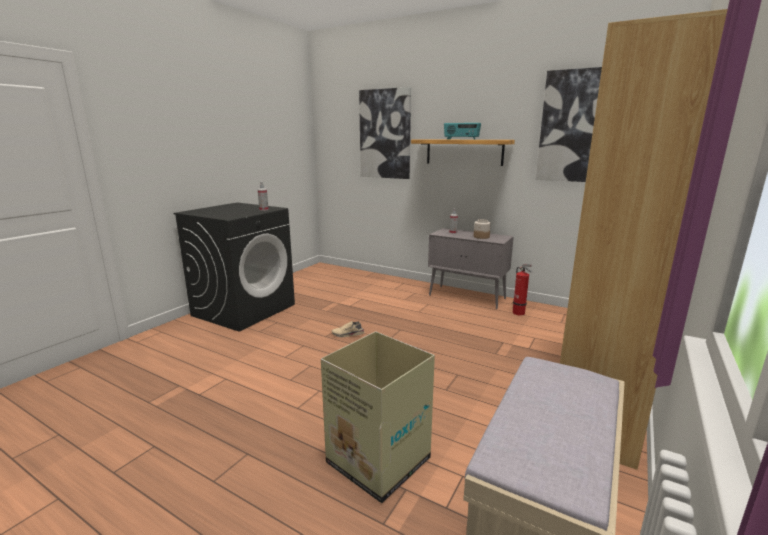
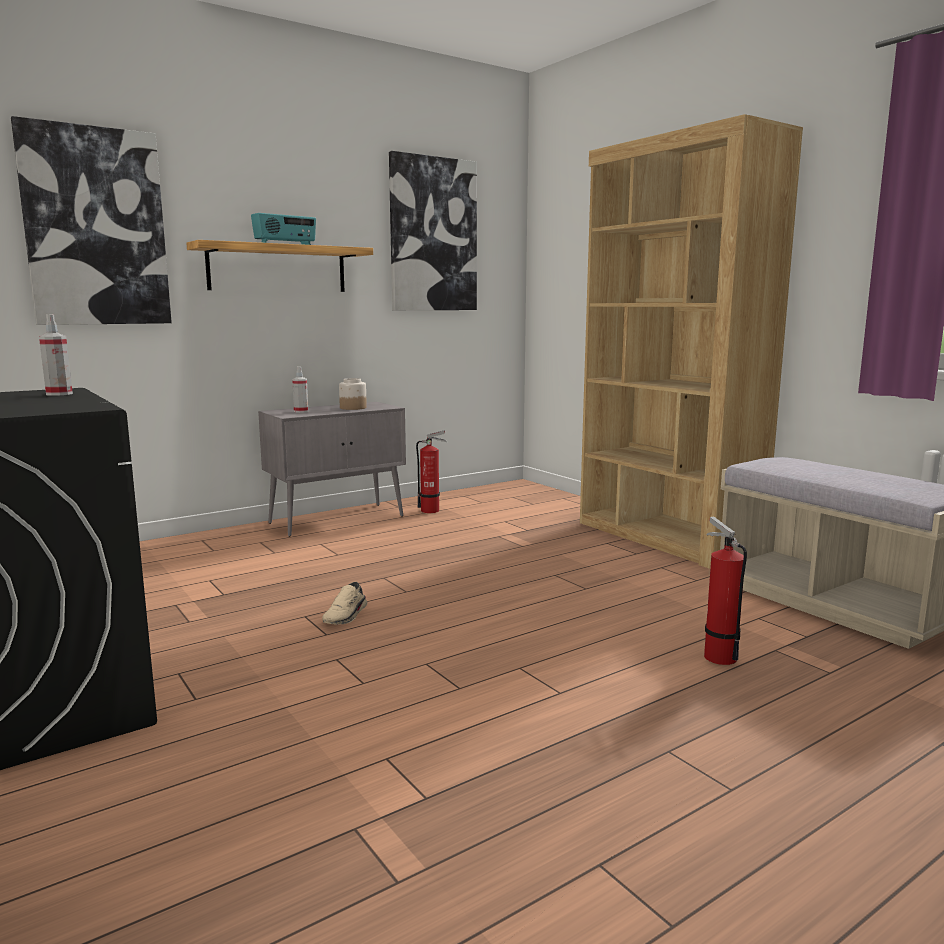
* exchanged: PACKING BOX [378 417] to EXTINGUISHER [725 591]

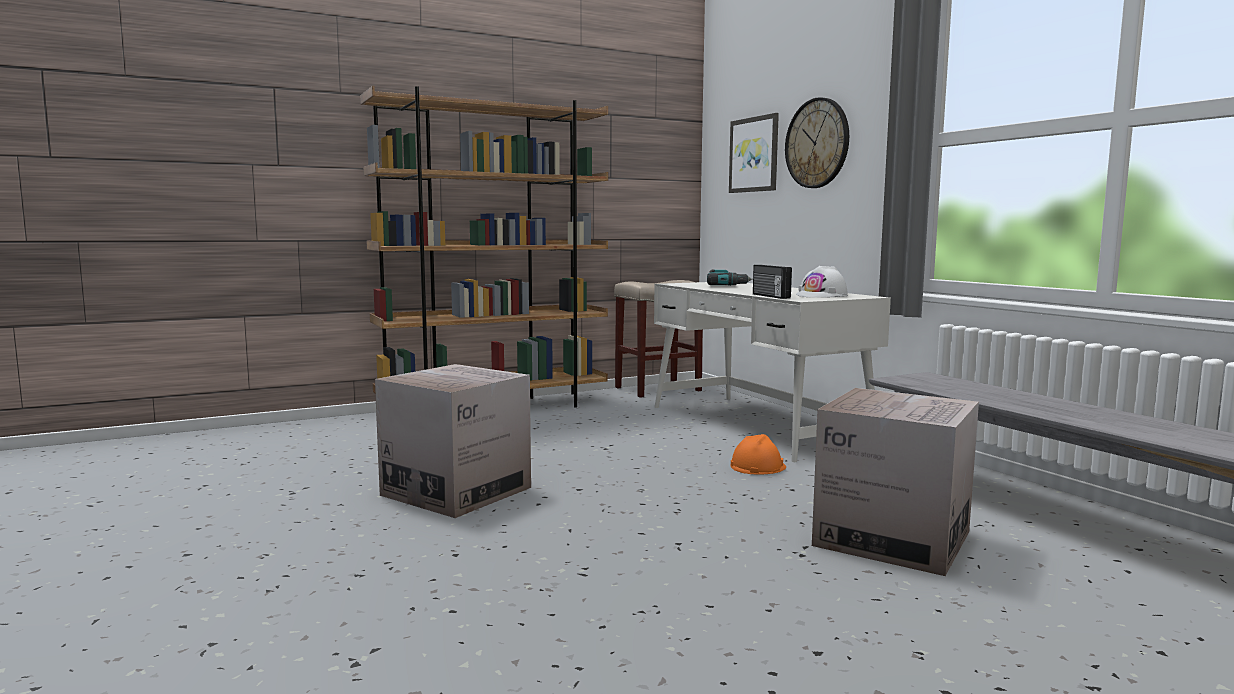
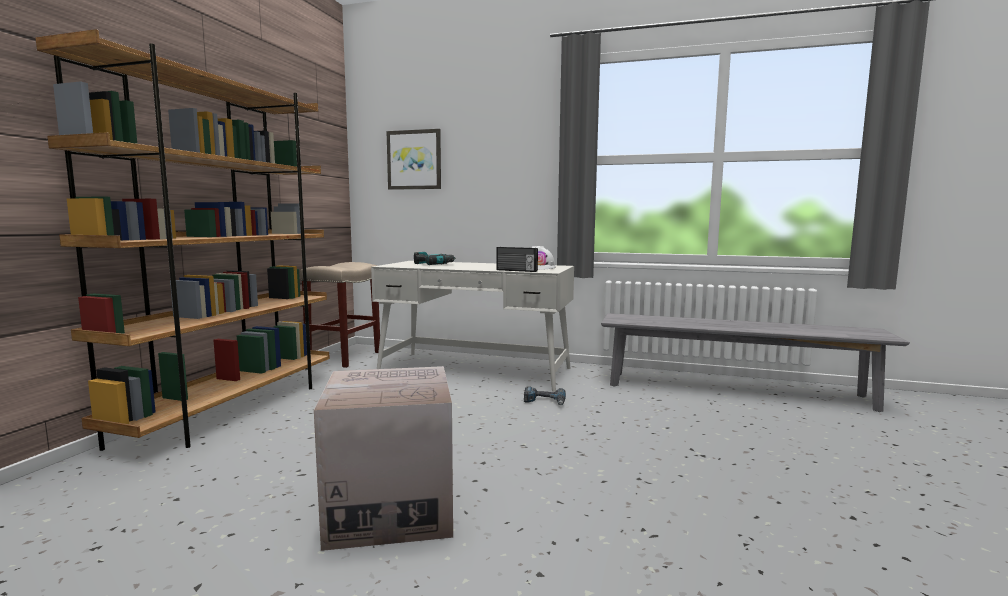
* missing: CLOCK ON THE WALL [817 142]
* missing: PACKING BOX [895 482]
* exchanged: ORANGEY HARD HAT [758 454] to ELECTRIC DRILL [545 395]

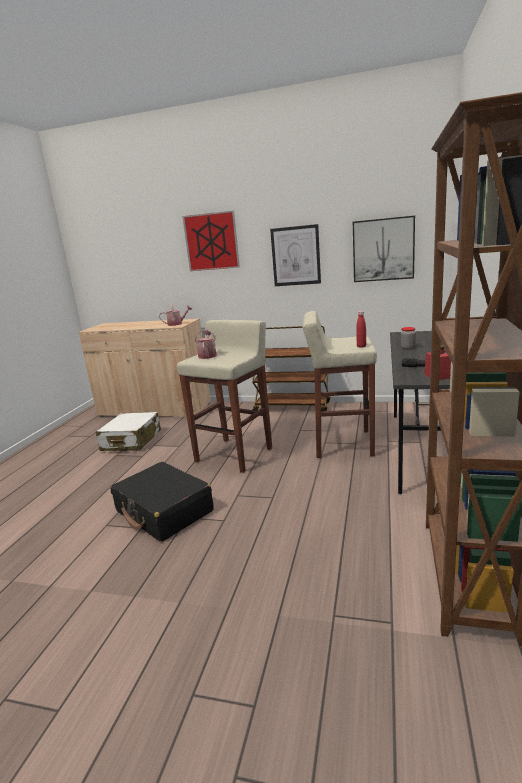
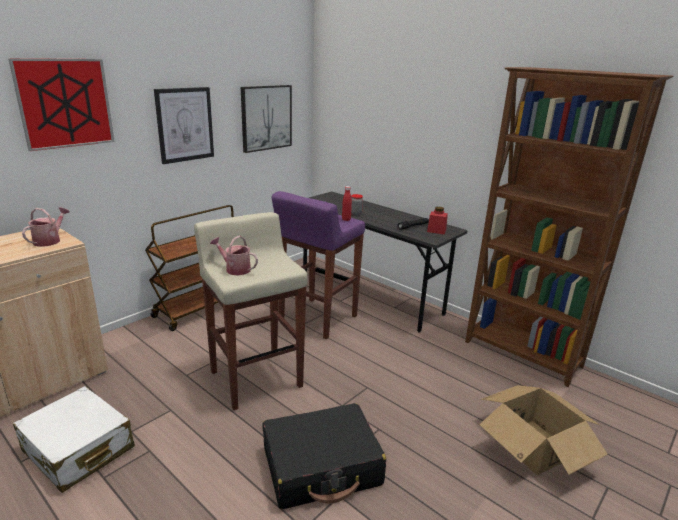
* colour: SAND-COLOURED SITTING STOOL [340 384] to PURPLE-COLOURED SITTING STOOL [318 265]
* appeared: PACKING BOX [543 430]

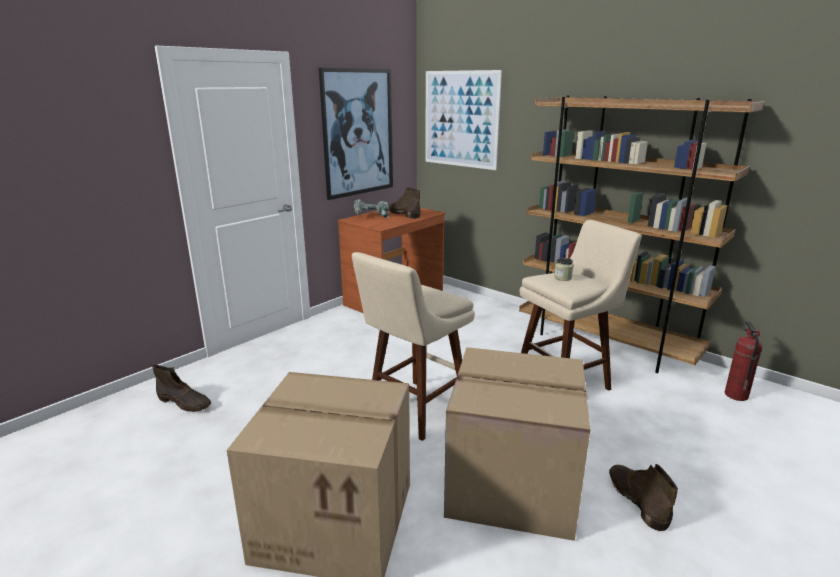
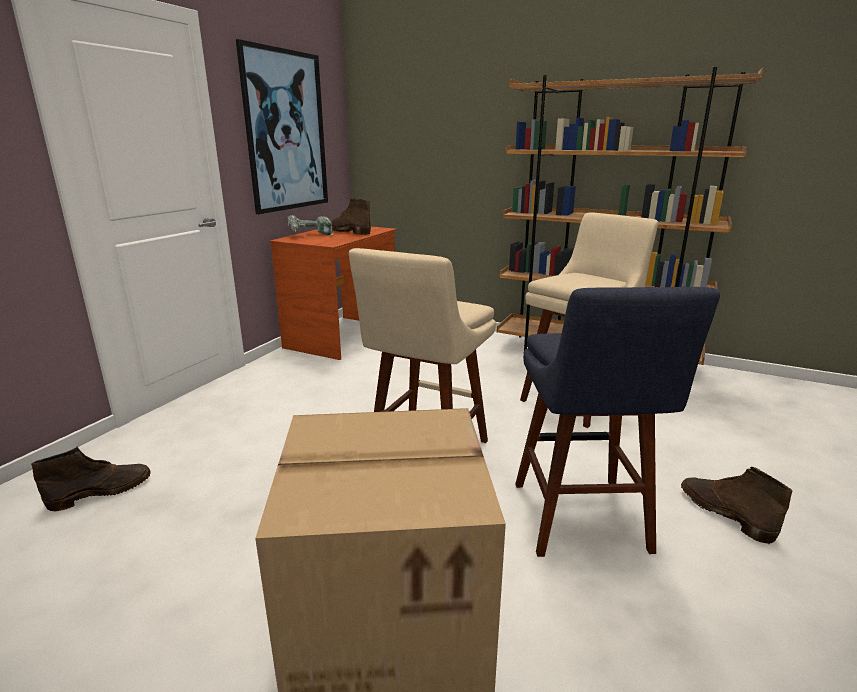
* missing: WALL PICTURE [463 120]
* missing: JAR [563 269]
* missing: EXTINGUISHER [743 361]
* exchanged: PACKING BOX [517 444] to BLUE SITTING STOOL [617 422]
* spun: BROWN-COLOURED BOOT [181 388] = [91 479] 45 degrees counterclockwise

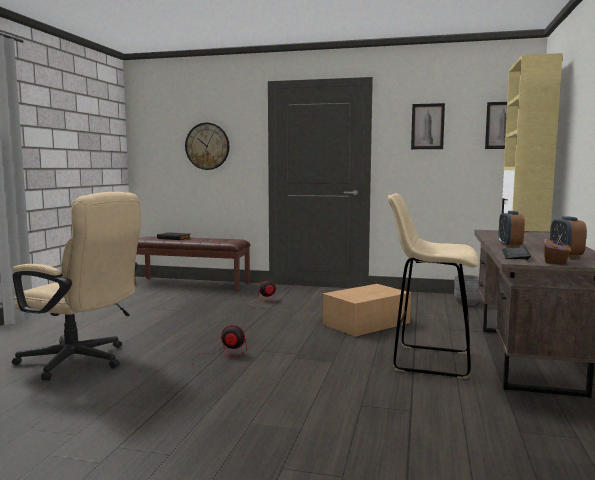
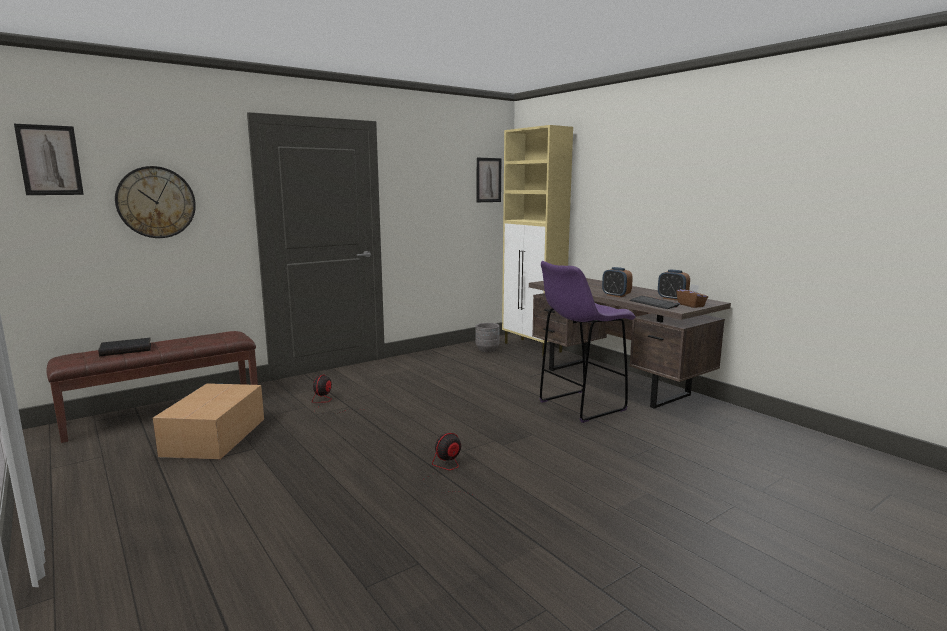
* relocated: WALL PICTURE [428 126] to [49 159]
* missing: SAND-COLOURED DESK CHAIR [76 286]
* colour: SAND-COLOURED SITTING STOOL [433 286] to PURPLE-COLOURED SITTING STOOL [587 342]
* relocated: PACKING BOX [366 310] to [208 421]

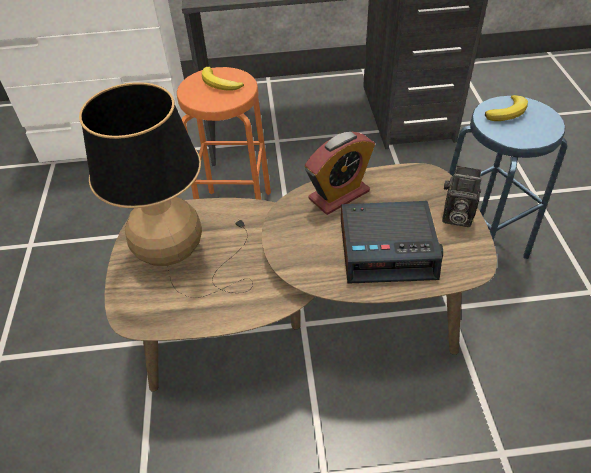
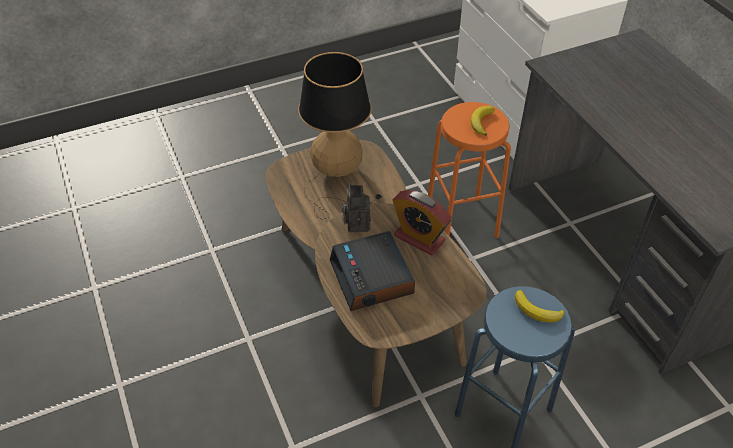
* relocated: STILL CAMERA [462 196] to [356 208]

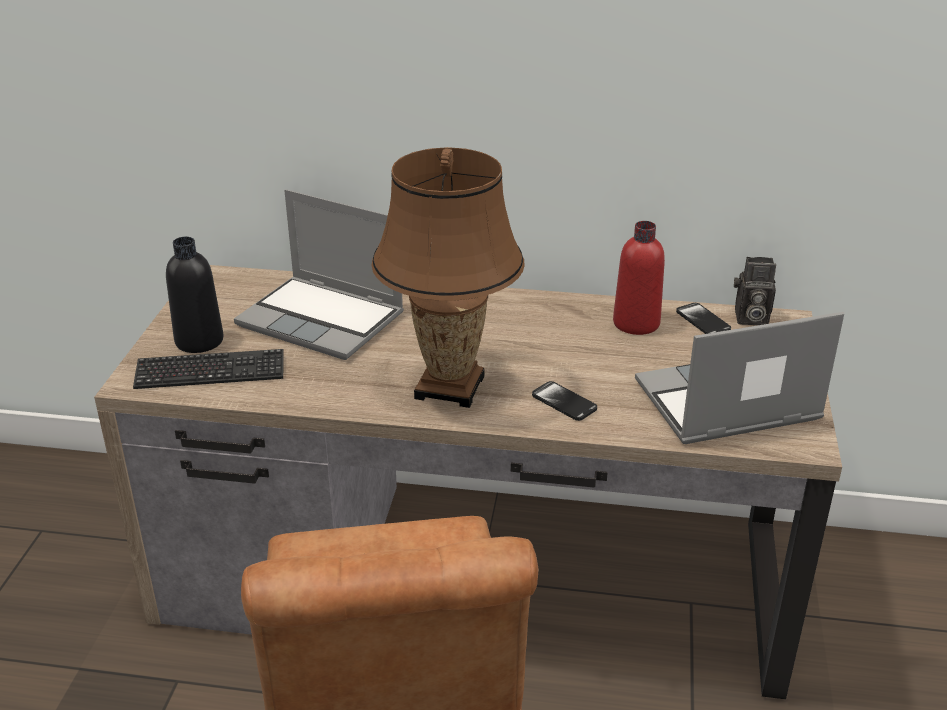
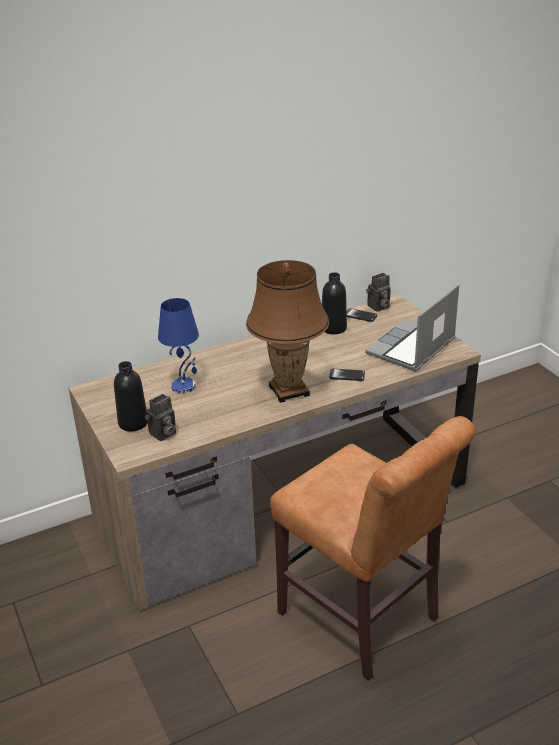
* exchanged: LAPTOP [319 274] to BLUE TABLE LAMP [178 345]
* colour: RED-COLOURED DRINK BOTTLE [639 278] to BLACK DRINK BOTTLE [334 303]
* exchanged: PC KEYBOARD [208 369] to STILL CAMERA [160 417]

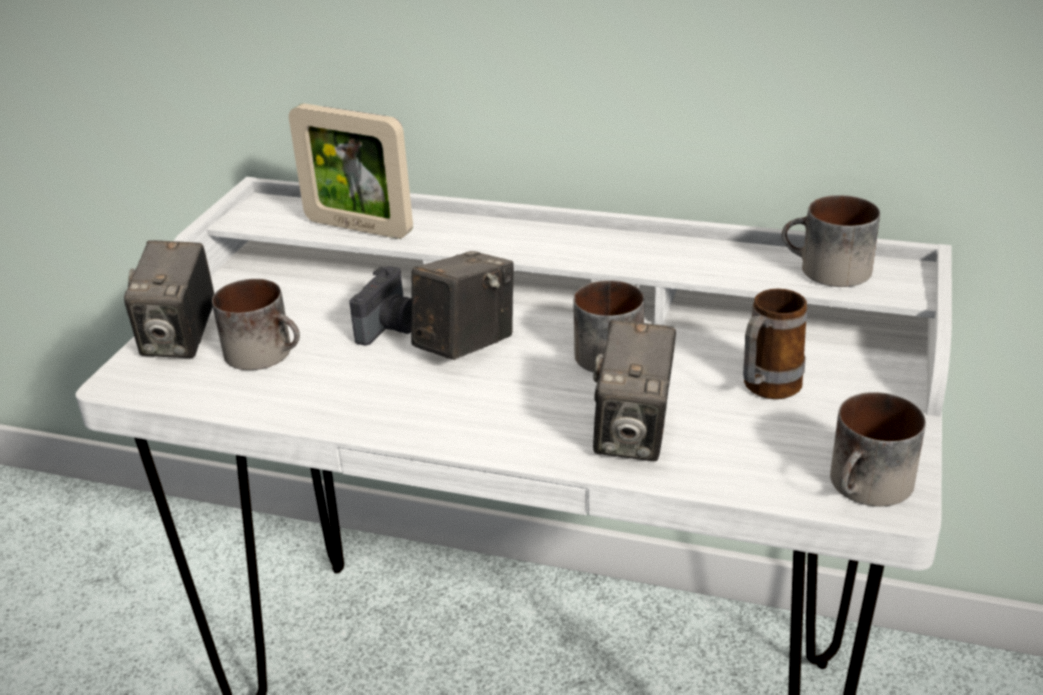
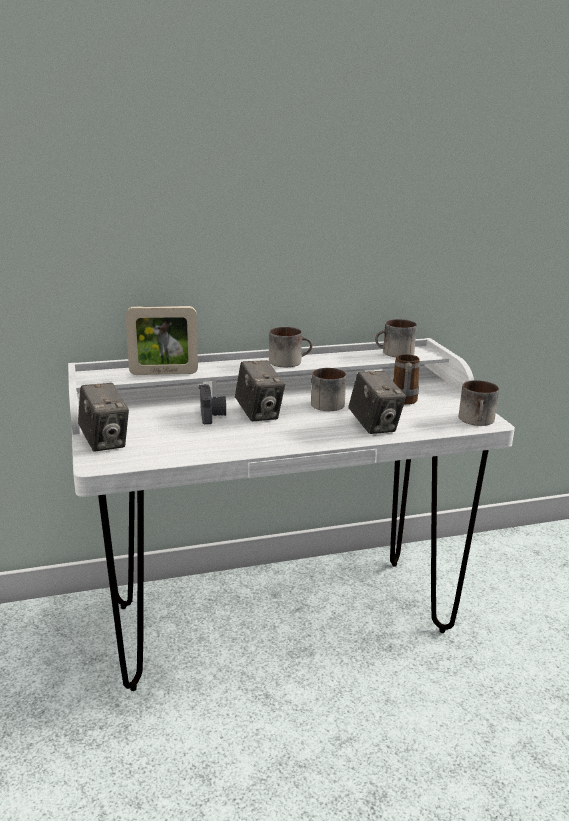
* spun: STILL CAMERA [462 305] = [260 390] 150 degrees clockwise
* relocated: TEA MUG [256 324] to [290 347]

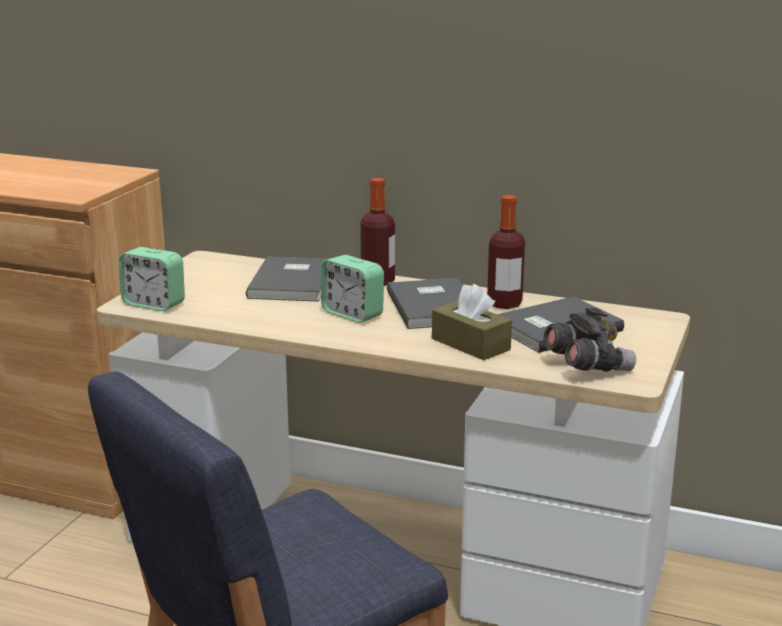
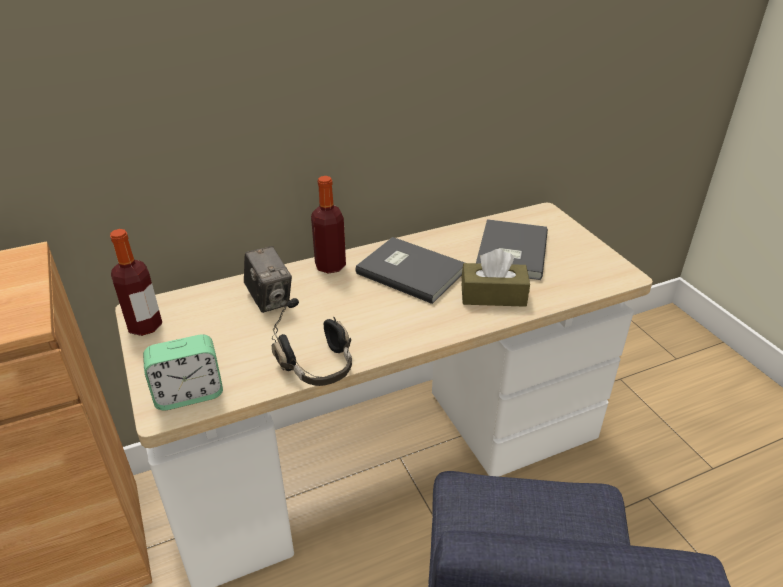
* relocated: DRINK BOTTLE [506 252] to [136 282]
* missing: BEDSIDE CLOCK [352 289]
* exchanged: GREY BOOK [287 279] to STILL CAMERA [268 279]
* missing: GREY BINOCULARS [589 340]
* appeared: BLACK PAIR OF HEADPHONES [312 342]

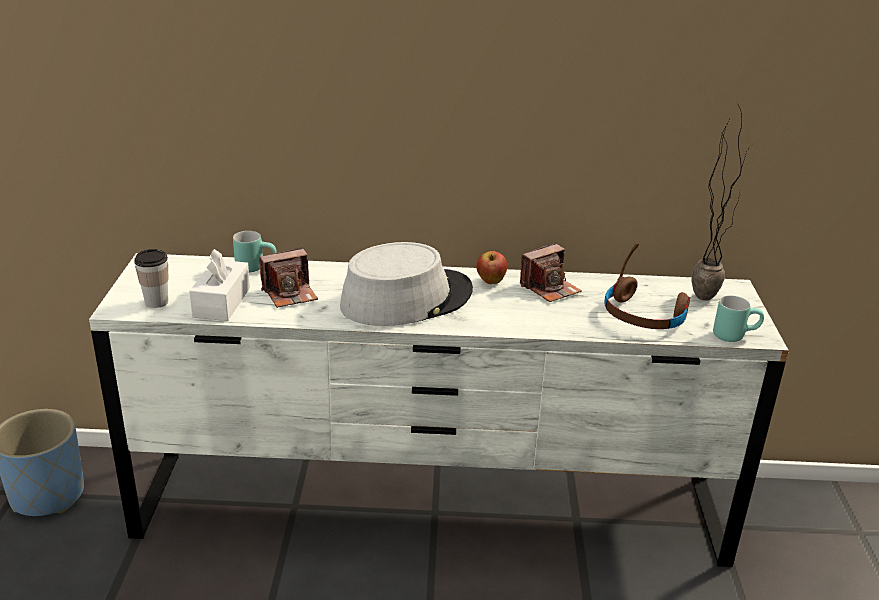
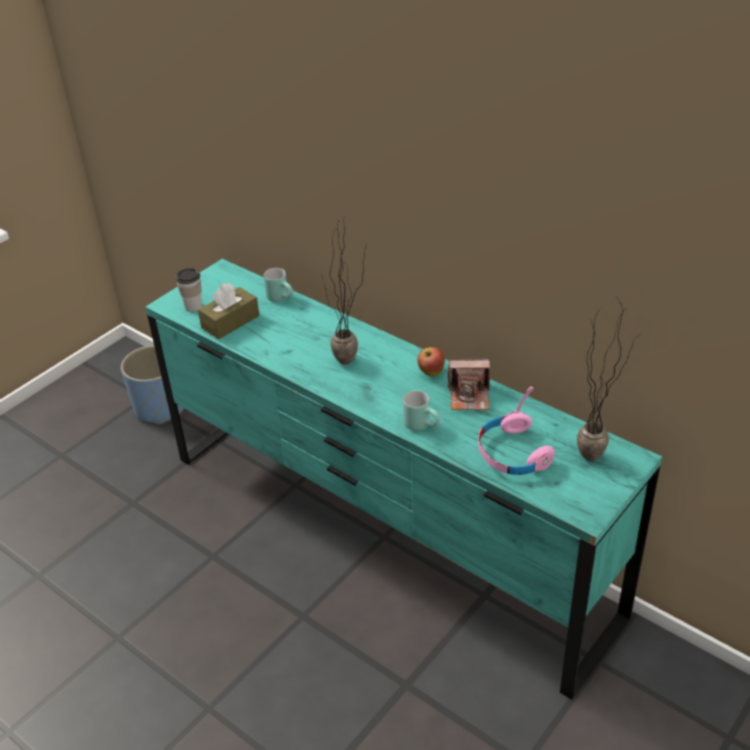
* exchanged: GREY CLOTHING HAT [406 284] to PLANT IN A POT [344 293]
* colour: BROWN-COLOURED PAIR OF HEADPHONES [647 286] to PINK PAIR OF HEADPHONES [516 431]
* missing: STILL CAMERA [288 278]
* colour: WHITISH BOX OF TISSUES [219 285] to BROWN-COLOURED BOX OF TISSUES [228 311]
* colour: WHITISH CHEST OF DRAWERS [439 410] to TURQUOISE CHEST OF DRAWERS [404 479]
* relocated: TURQUOISE TEA MUG [738 319] to [421 411]

